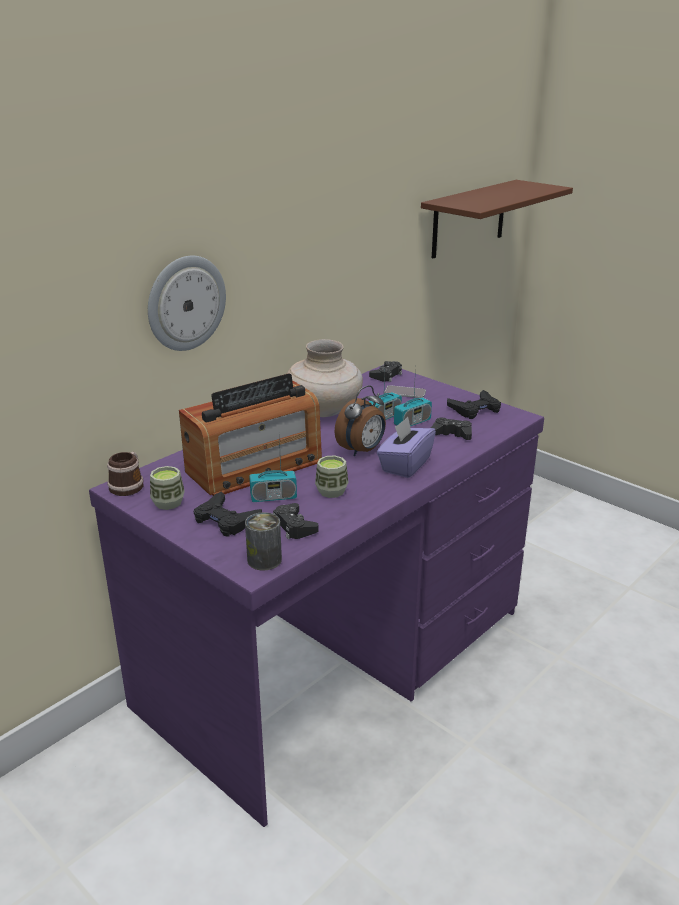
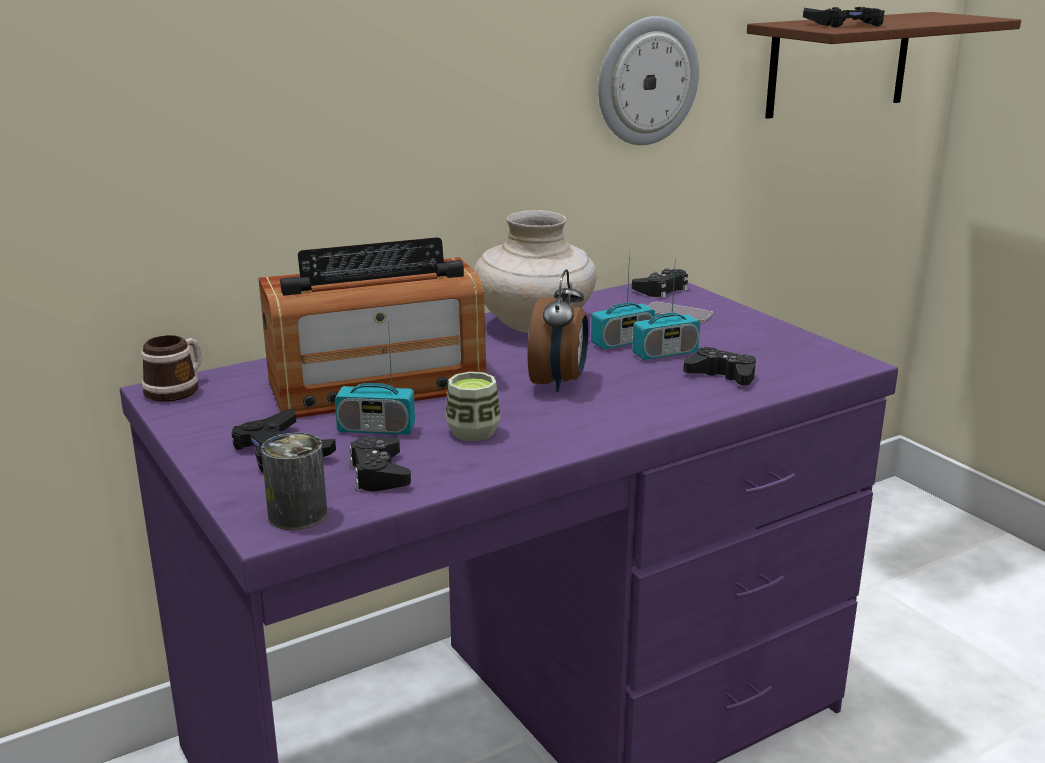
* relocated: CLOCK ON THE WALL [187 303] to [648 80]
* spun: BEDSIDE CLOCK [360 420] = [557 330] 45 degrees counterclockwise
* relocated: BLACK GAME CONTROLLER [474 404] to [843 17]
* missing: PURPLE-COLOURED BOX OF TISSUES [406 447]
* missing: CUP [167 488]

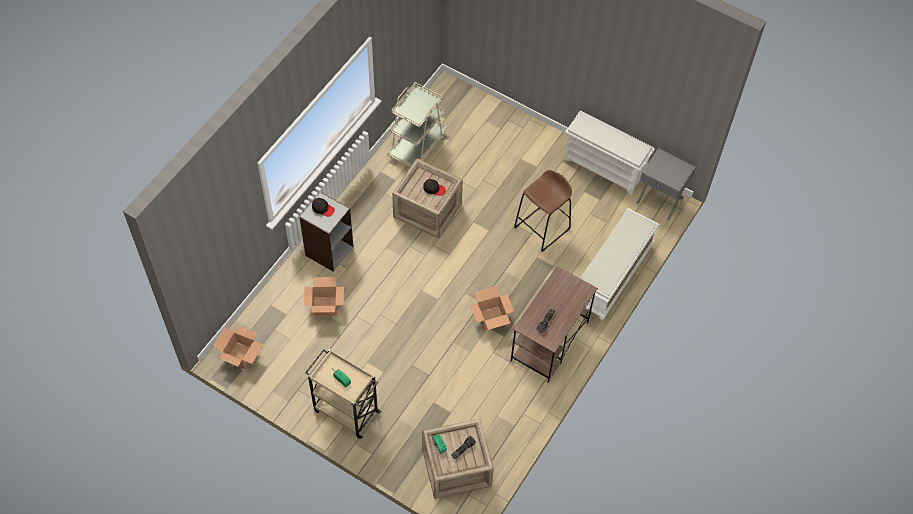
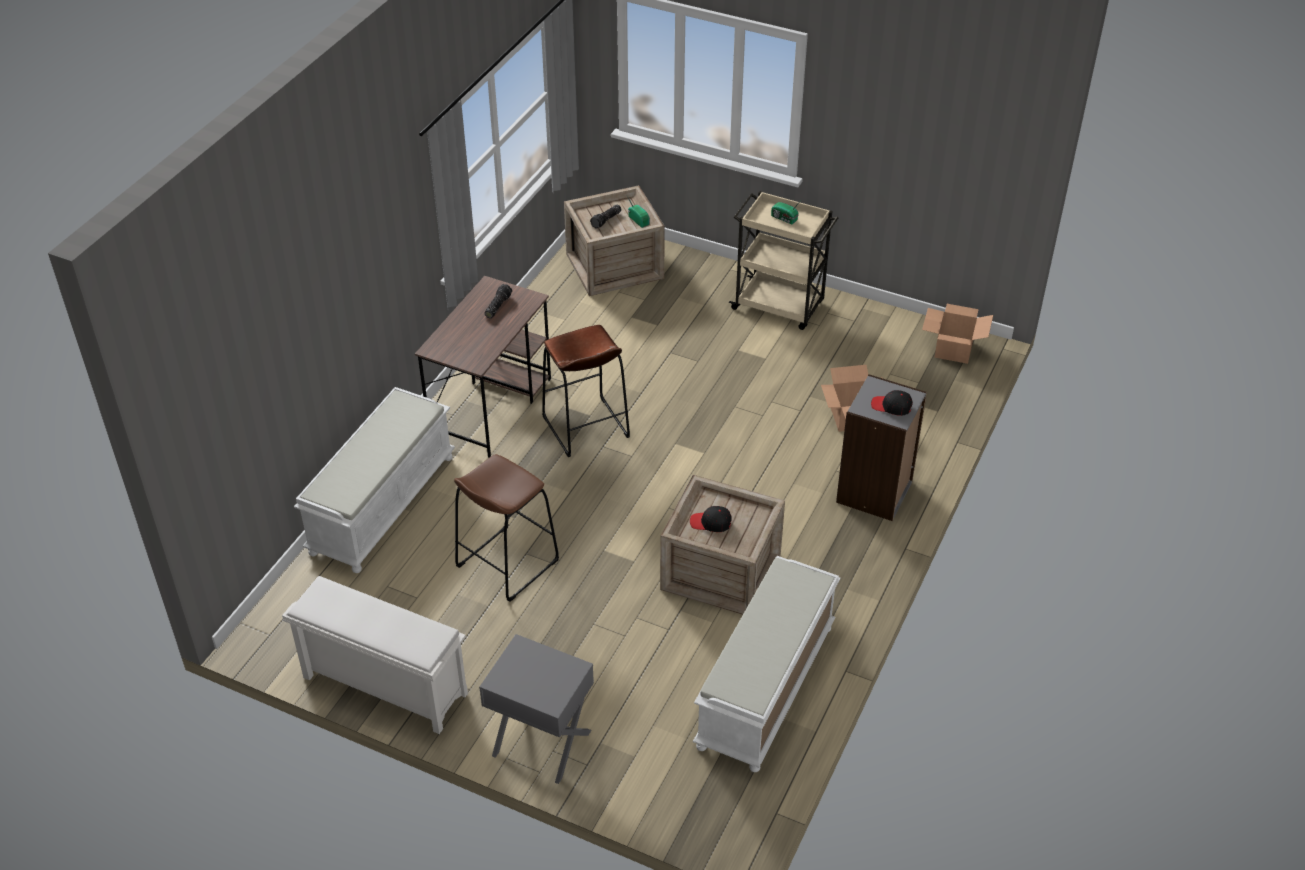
* exchanged: SAND-COLOURED TROLLEY [417 124] to WHITISH LONG SEAT [766 664]
* relocated: GREY NIGHTSTAND [666 184] to [536 709]
* exchanged: PACKING BOX [492 308] to BROWN-COLOURED SITTING STOOL [586 391]

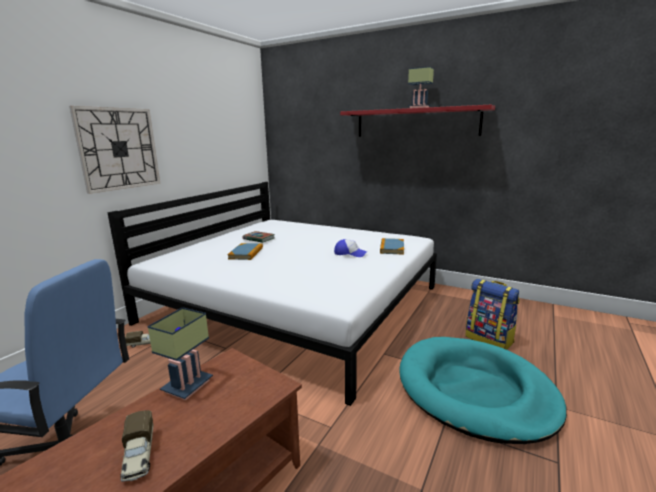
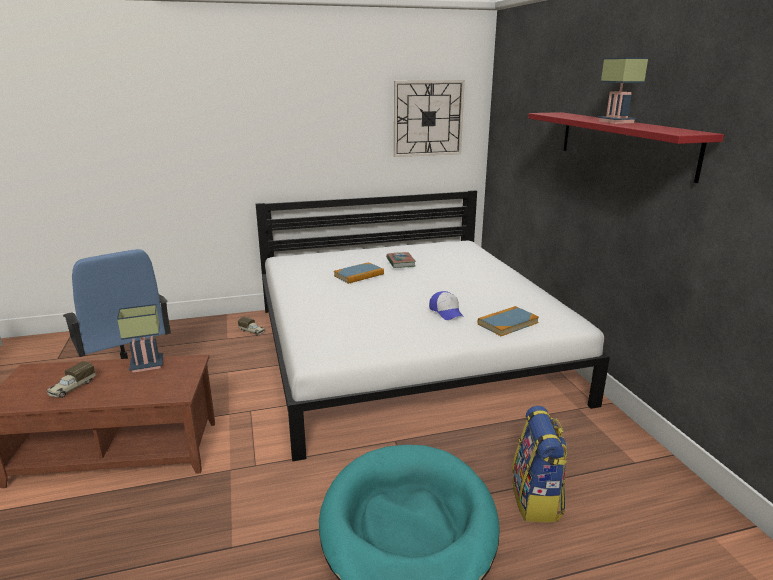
* relocated: CLOCK ON THE WALL [114 150] to [429 118]

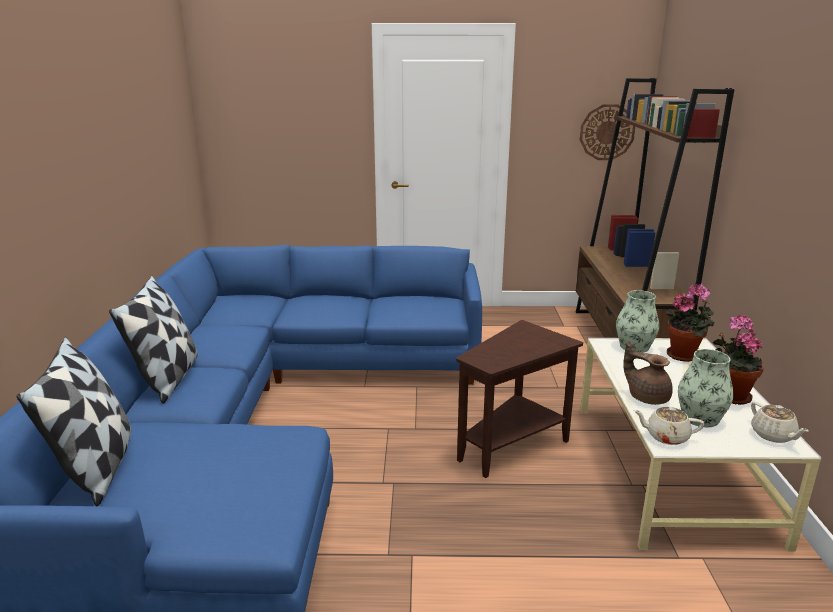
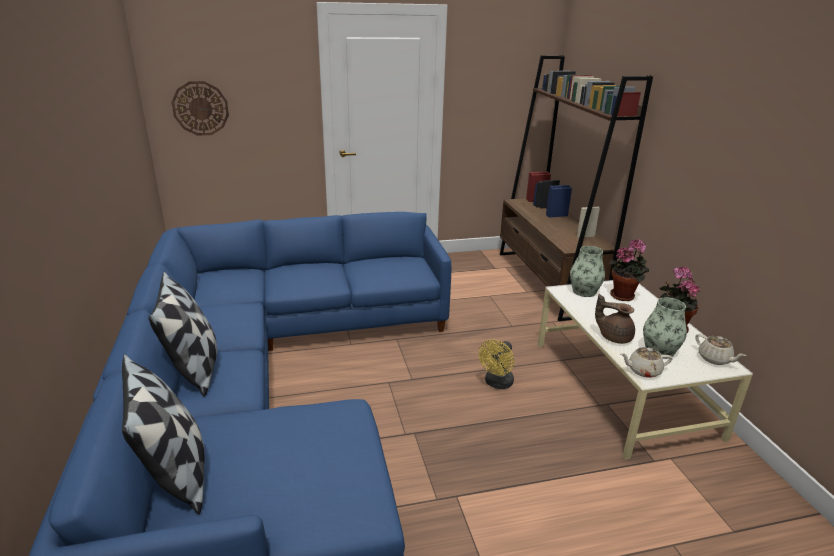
* relocated: CLOCK ON THE WALL [607 132] to [200 108]
* exchanged: BROWN-COLOURED ACCENT TABLE [519 399] to YELLOW-COLOURED FAN [496 364]

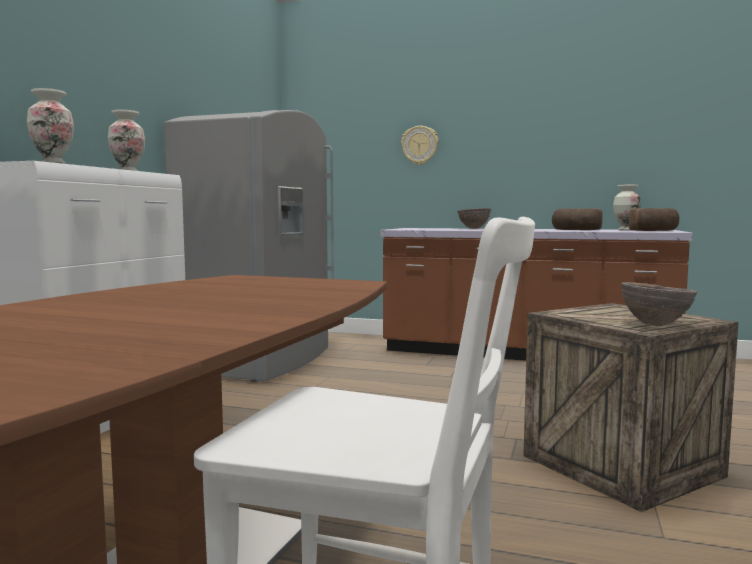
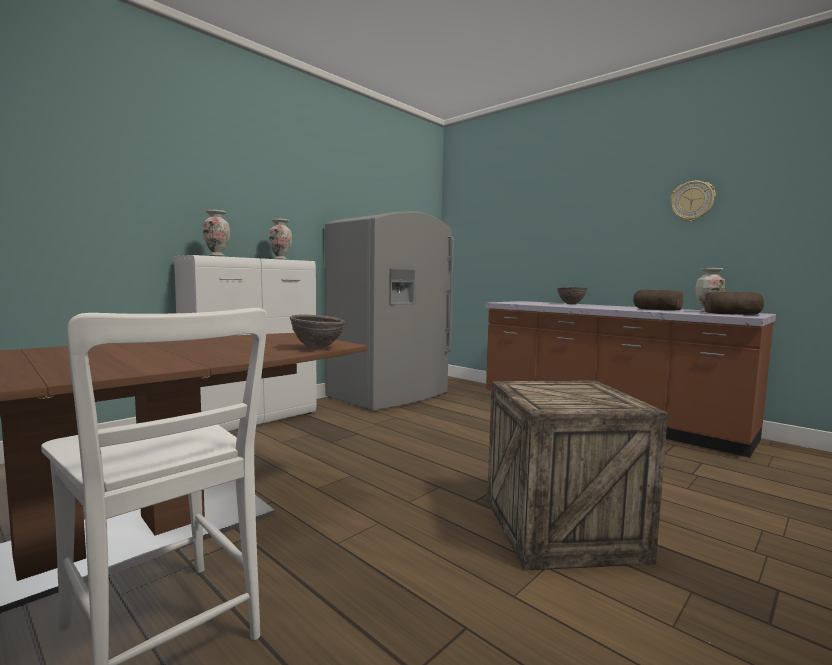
* relocated: CLOCK ON THE WALL [420 145] to [693 201]
* relocated: BROWN-COLOURED BOWL [659 304] to [317 331]

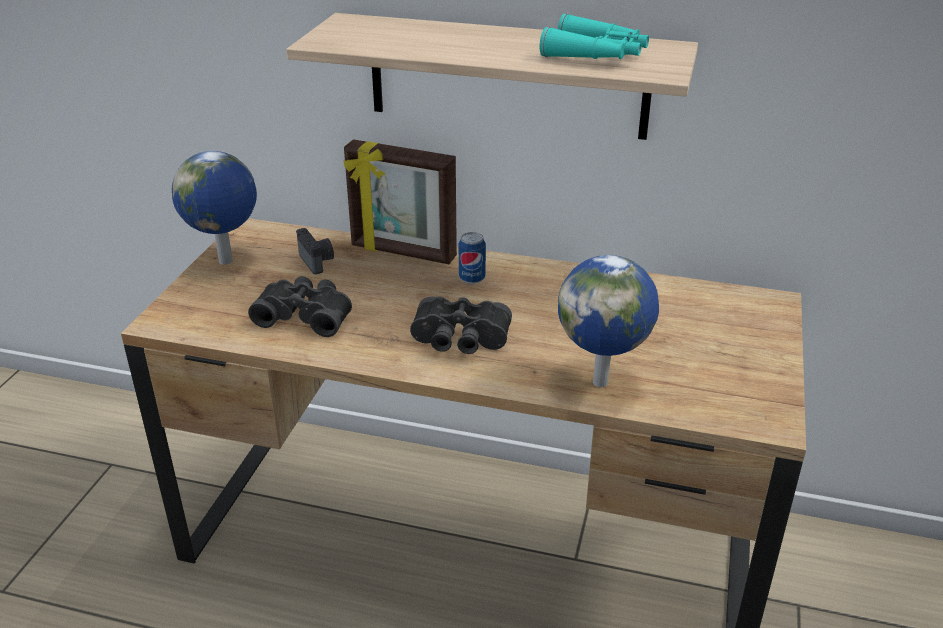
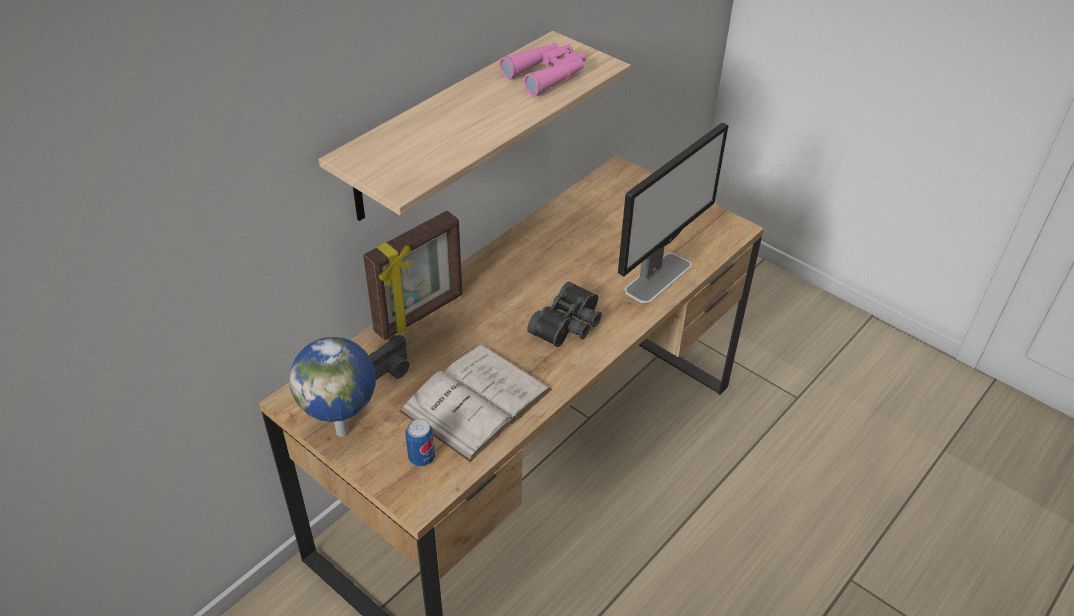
* colour: TURQUOISE BINOCULARS [594 36] to PINK BINOCULARS [542 69]
* spun: STILL CAMERA [315 251] = [389 357] 135 degrees clockwise
* relocated: CAN [472 258] to [420 442]
* exchanged: DESK GLOBE [608 321] to COMPUTER SCREEN [673 212]
* exchanged: BLACK BINOCULARS [300 306] to WHITISH BOOK [475 403]

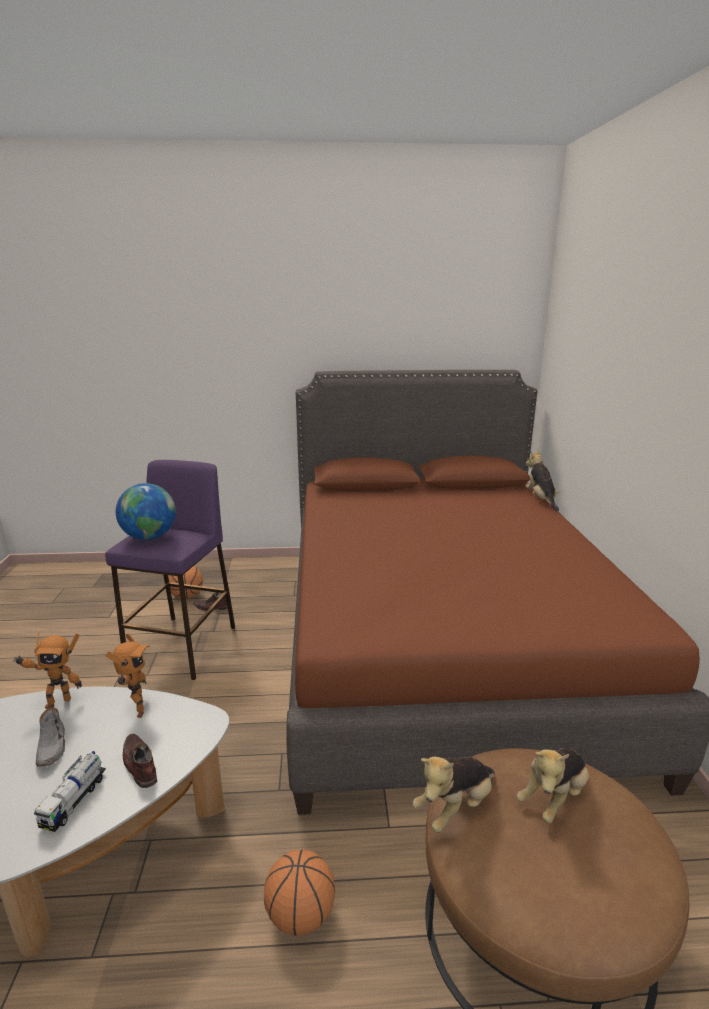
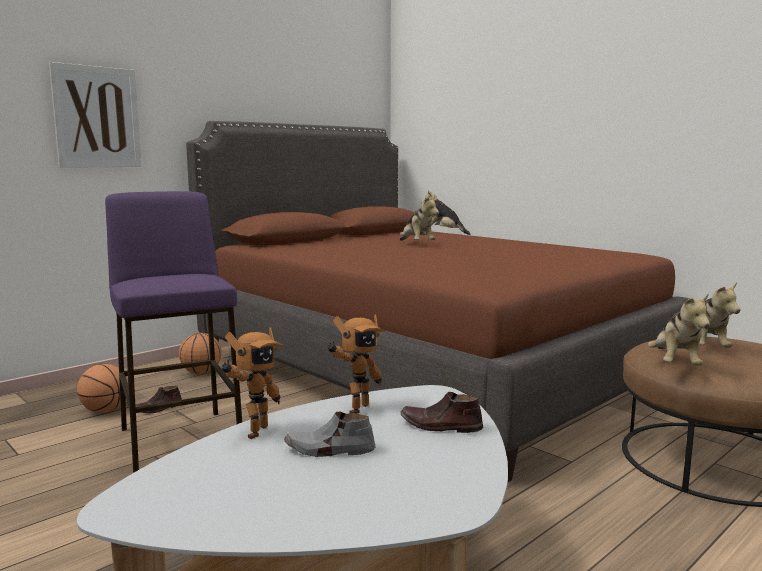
* missing: DESK GLOBE [146 511]
* spun: TOY ROBOT [128 675] = [356 364] 90 degrees clockwise
* spun: GREY ITEM OF FOOTWEAR [50 737] = [330 434] 150 degrees clockwise
* missing: TOY TRUCK [70 791]
* relocated: BASKETBALL [299 892] to [200 353]
* appeared: WALL PICTURE [95 115]
* appeared: CUDDLY TOY [419 218]

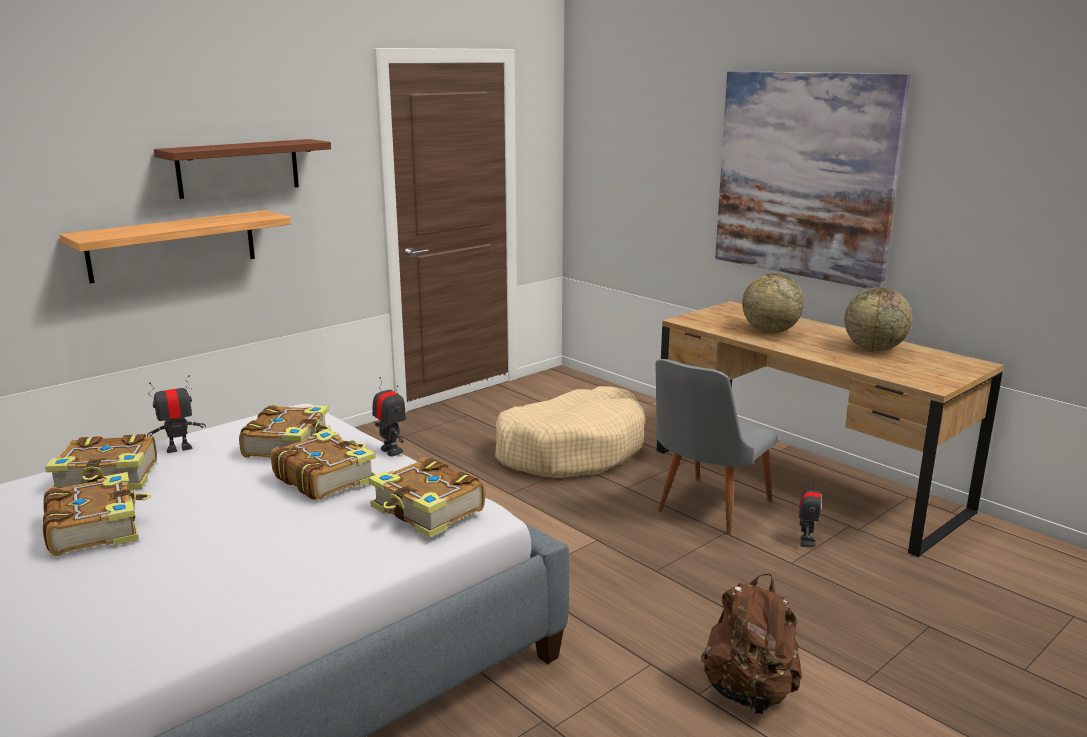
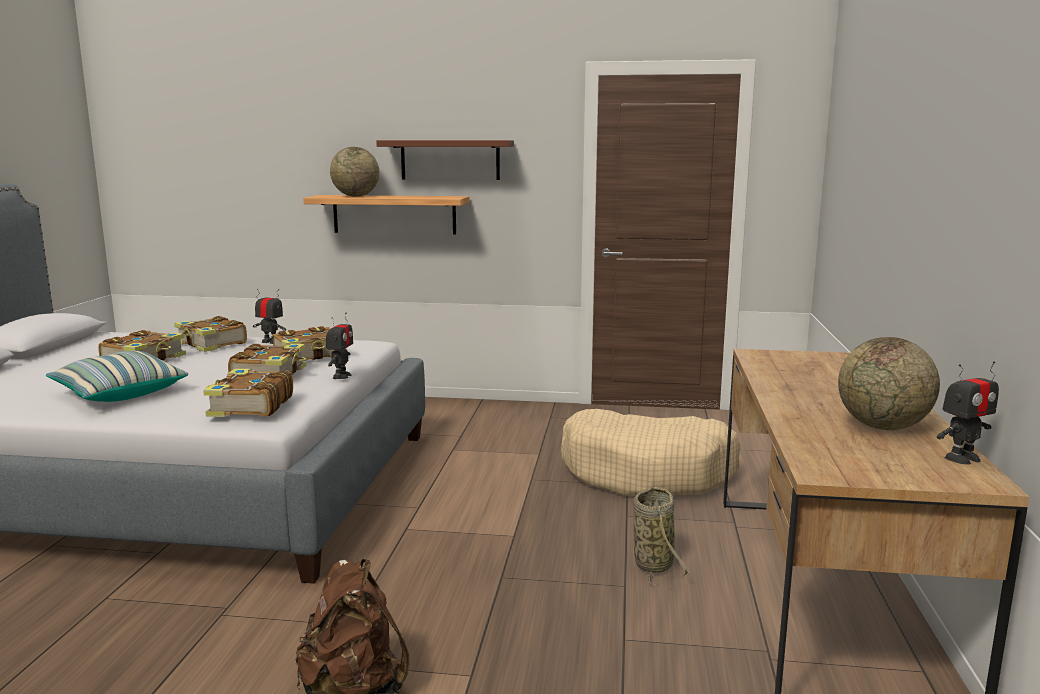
* missing: WALL PICTURE [813 180]
* relocated: DESK GLOBE [773 303] to [355 172]
* exchanged: GREY PLAIN CHAIR [717 447] to BASKET [661 536]
* relocated: TOY ROBOT [810 513] to [968 412]
* appeared: PILLOW [117 376]

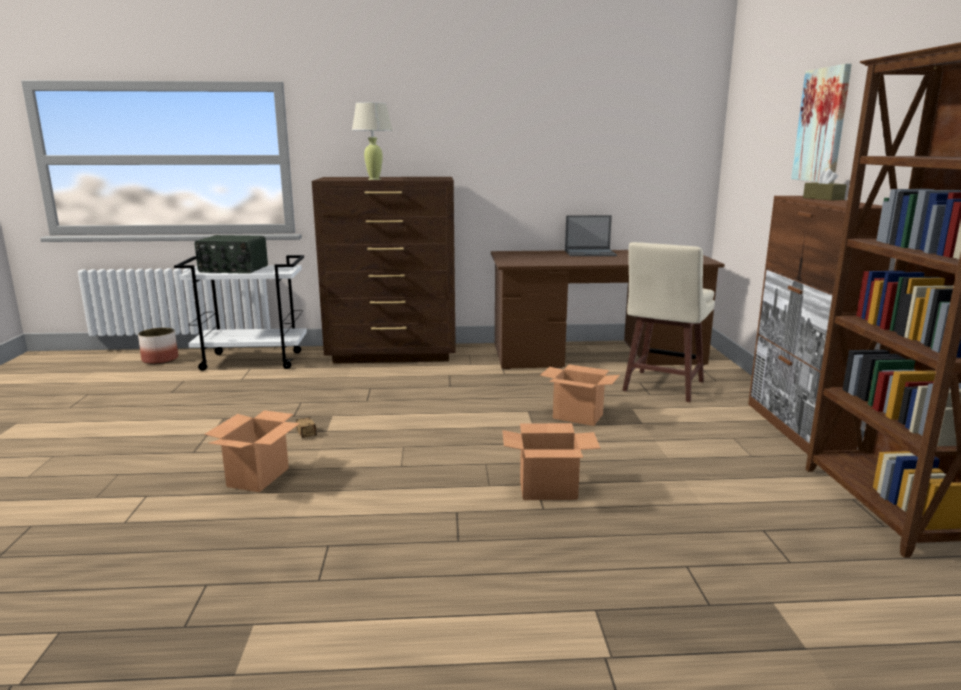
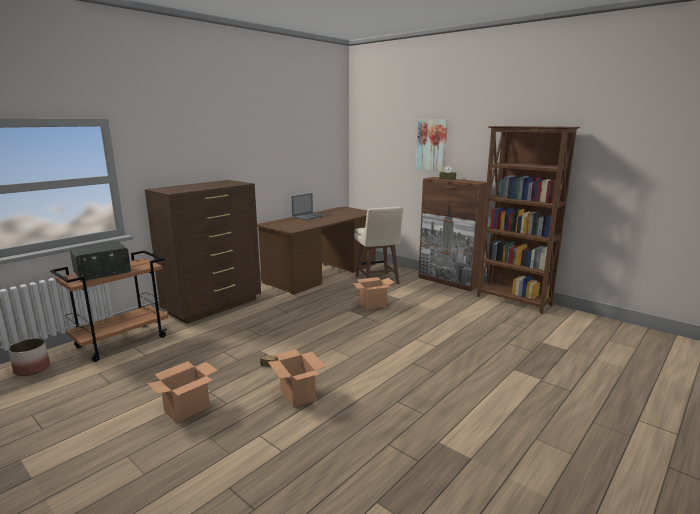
* missing: SAND-COLOURED TABLE LAMP [372 141]
* colour: WHITISH TROLLEY [240 313] to BROWN-COLOURED TROLLEY [109 306]
* relocated: PACKING BOX [551 461] to [182 392]

